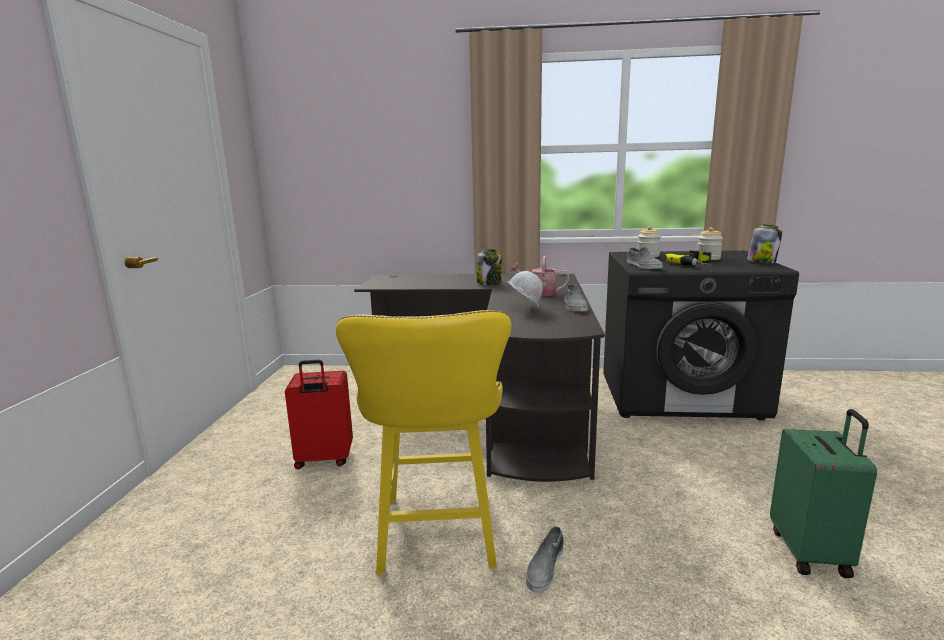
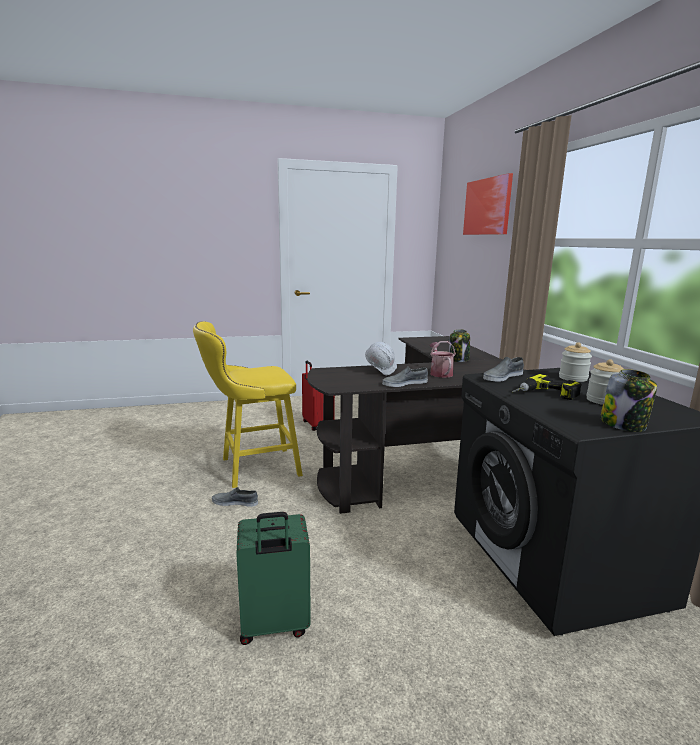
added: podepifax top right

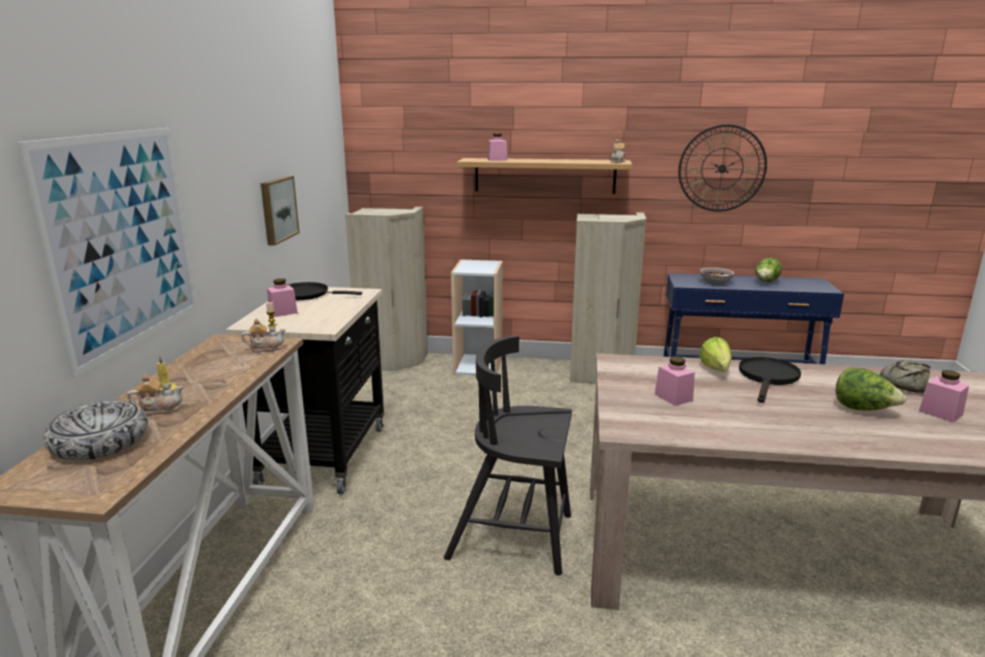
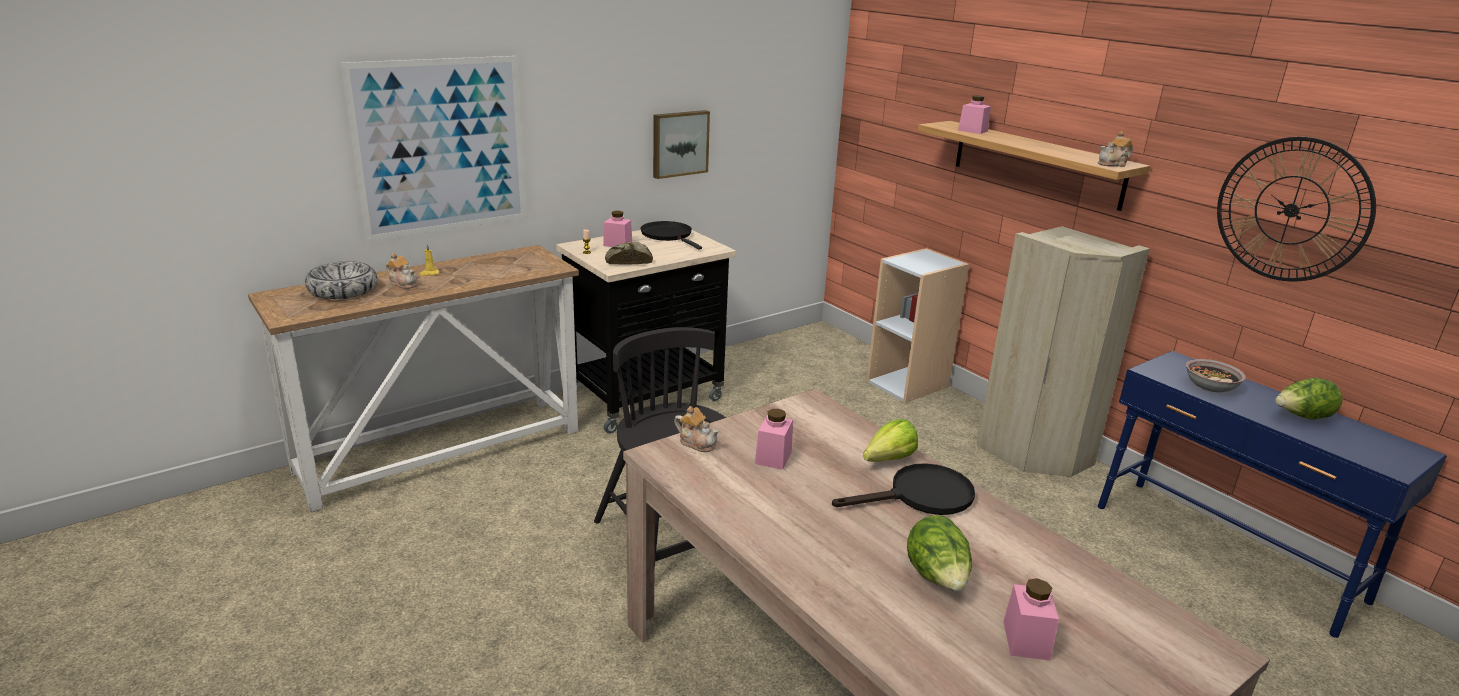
removed: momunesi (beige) (1st from left) centre
moved: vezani (2nd from left) middle left to centre; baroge middle right to centre

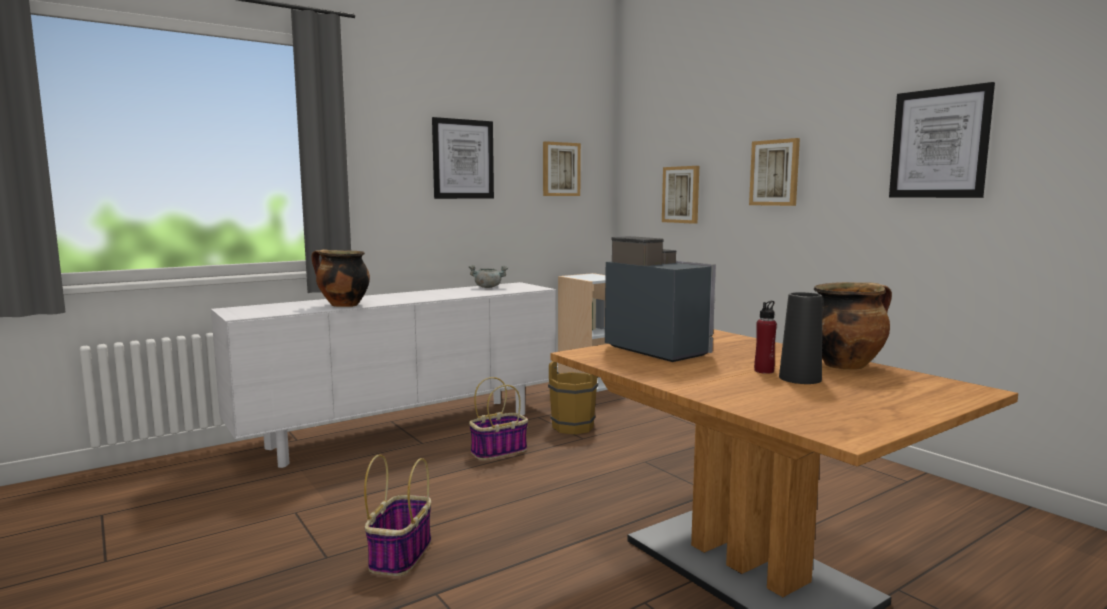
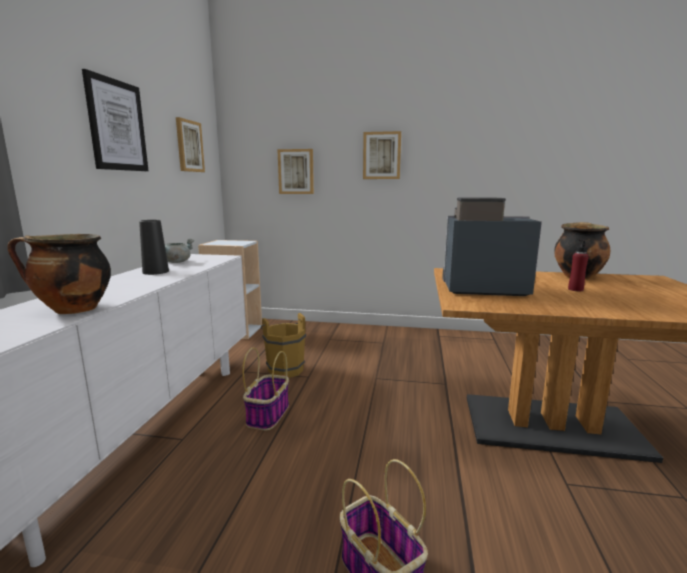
removed: podepifax (5th from left) top right
moved: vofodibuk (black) middle right to middle left

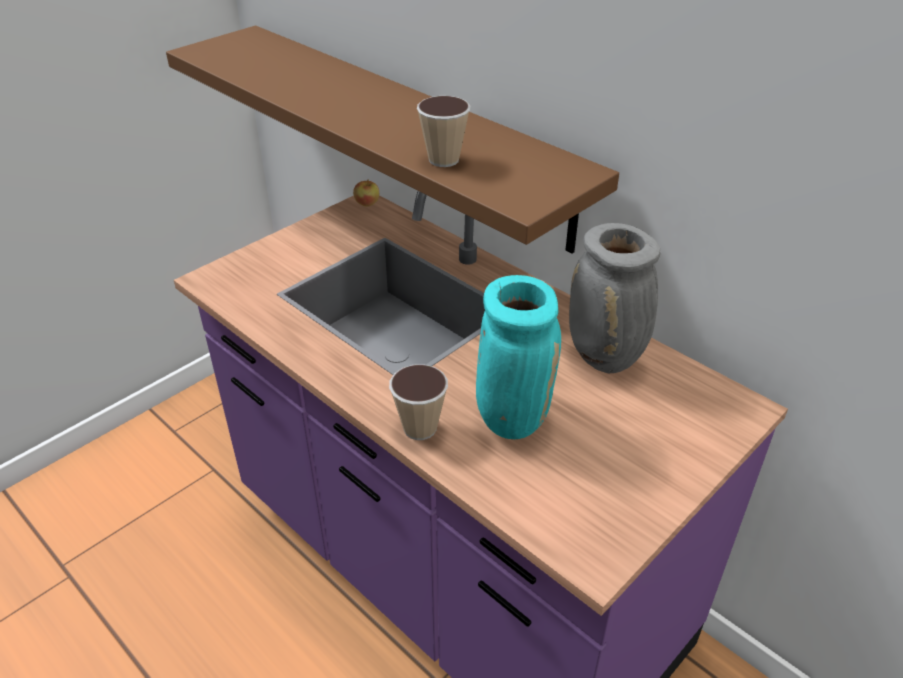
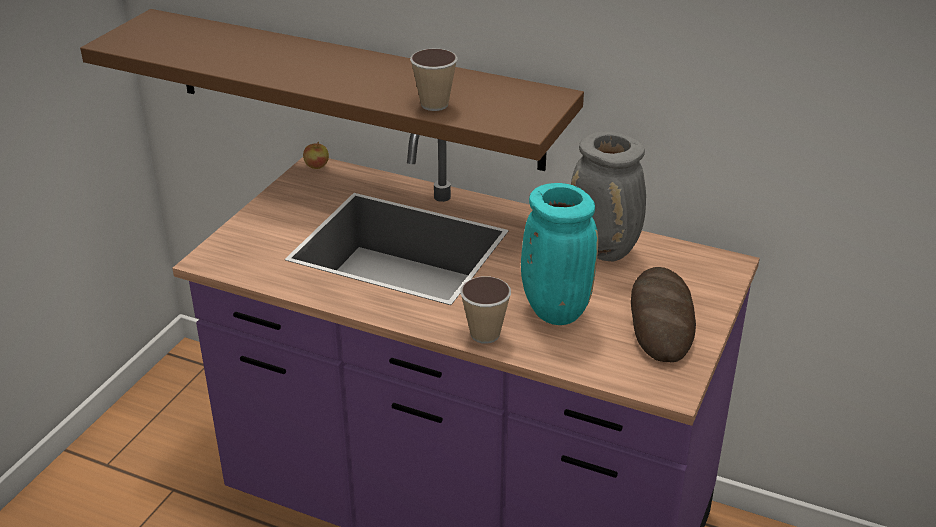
added: baroge middle right

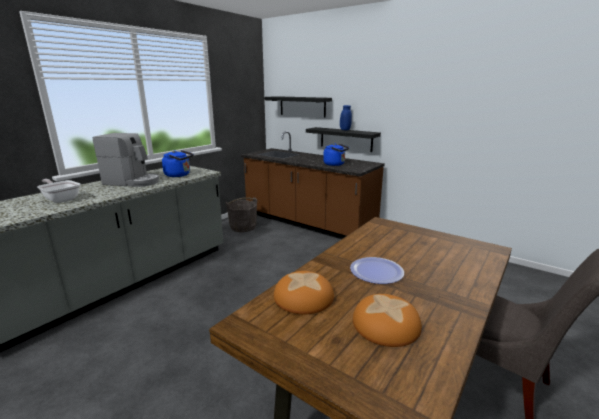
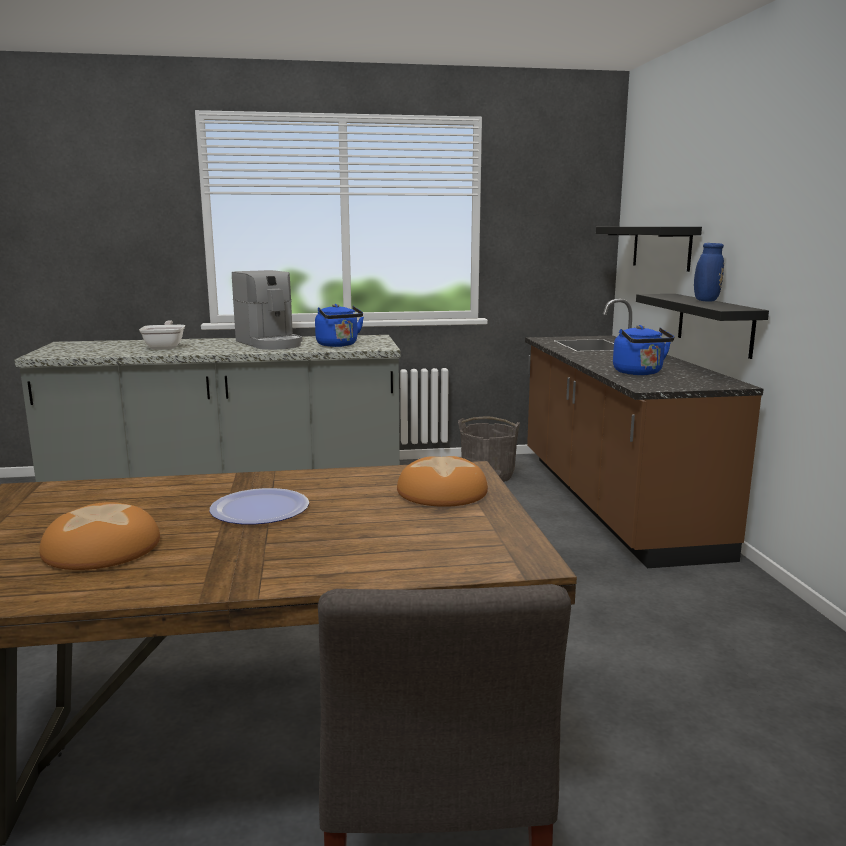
moved: baroge (1st from left in the first image) bottom centre to baroge (2nd from left) centre

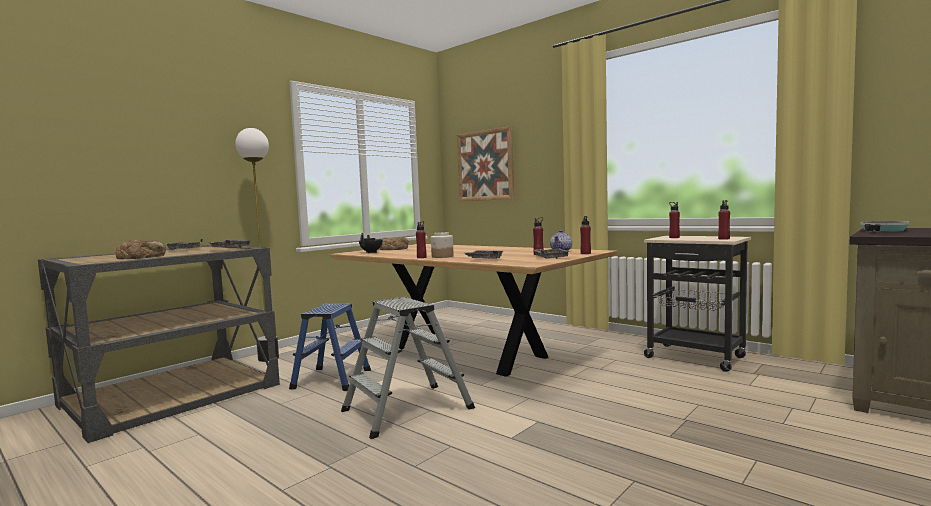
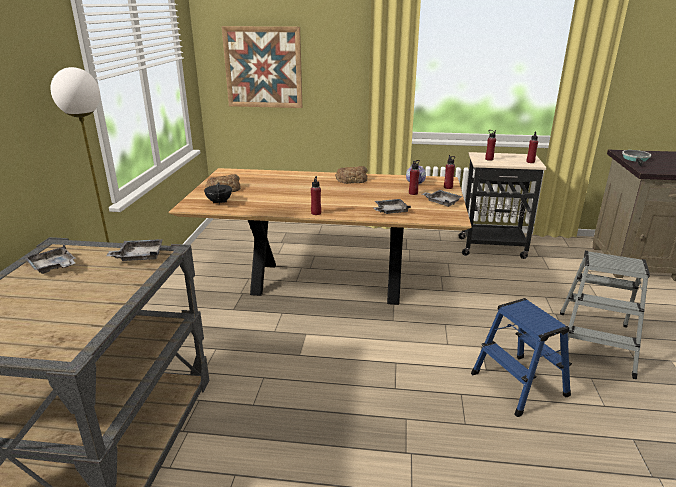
removed: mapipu centre
moved: baroge (1st from left in the first image) middle left to baroge (2nd from left) centre; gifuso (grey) bottom centre to middle right; gifuso (blue) bottom centre to bottom right

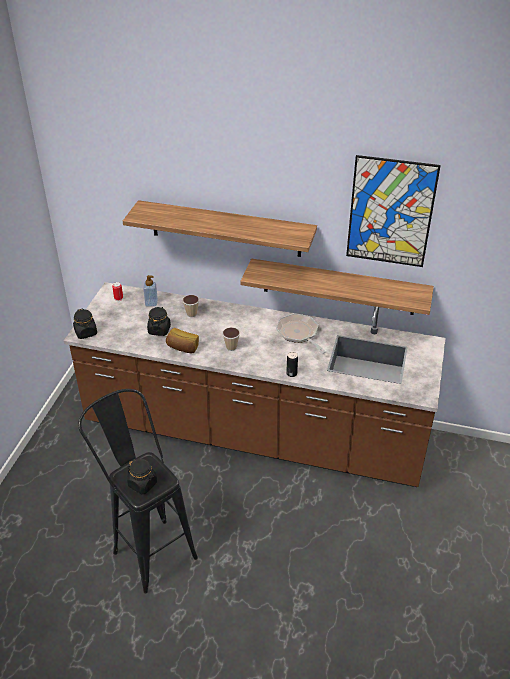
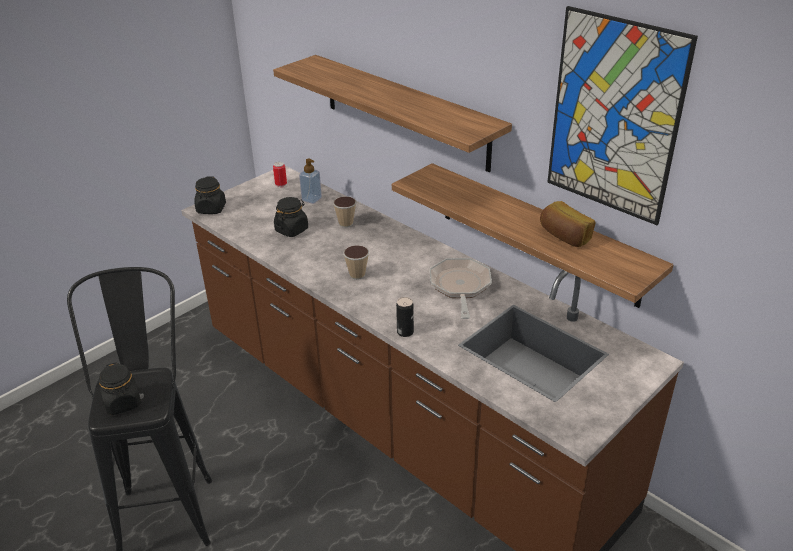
moved: baroge centre to middle right

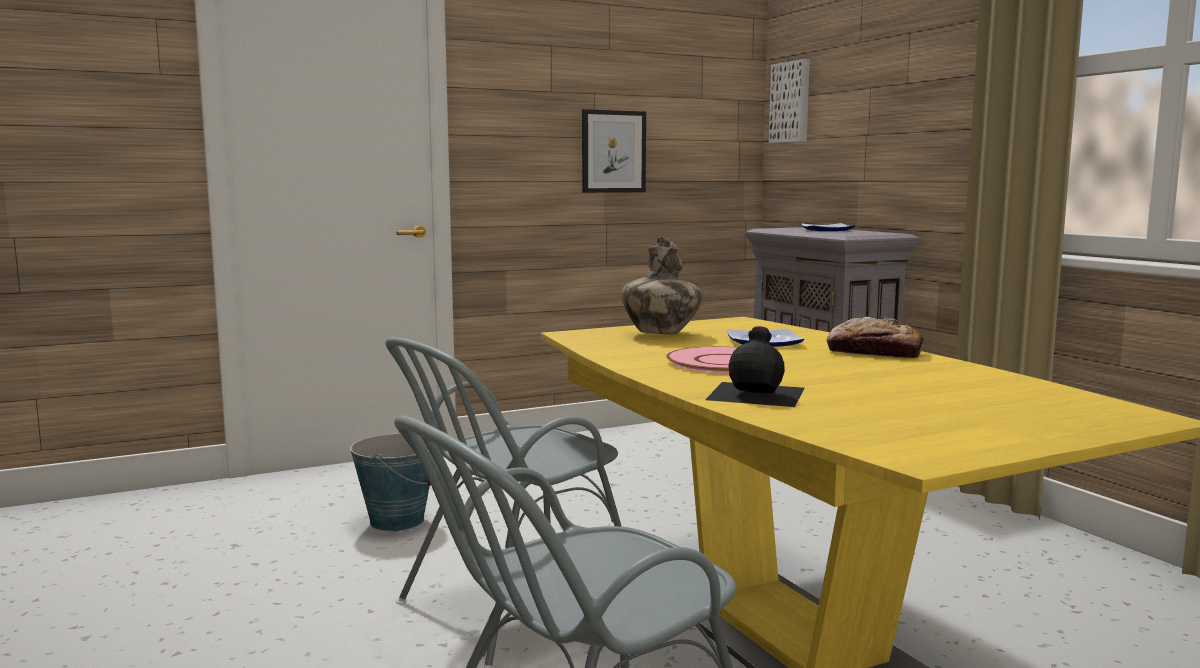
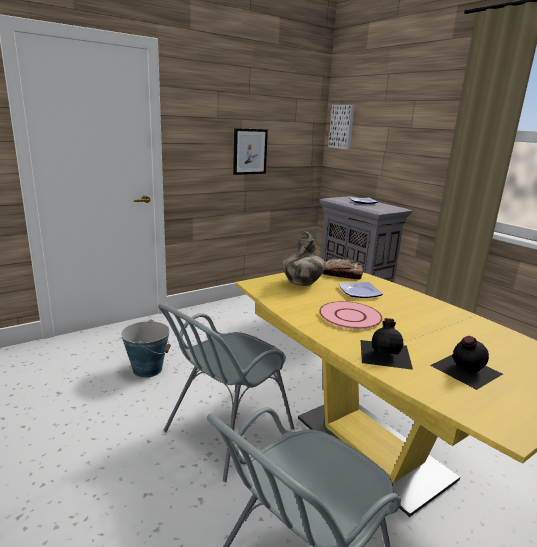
added: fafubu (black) (2nd from left) middle right
moved: baroge middle right to centre

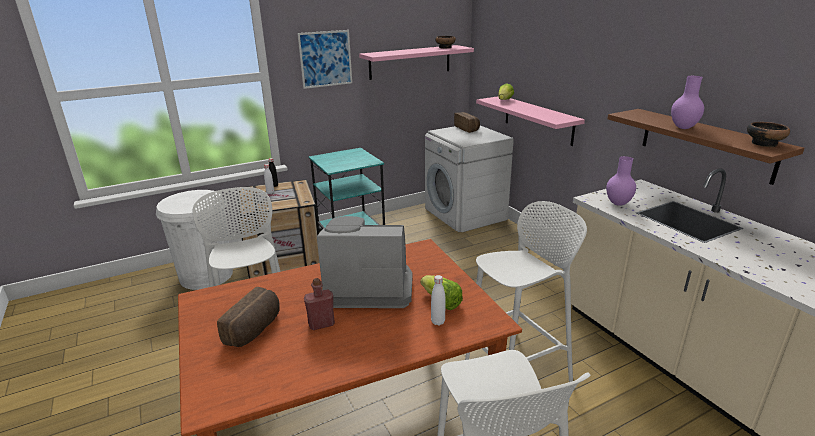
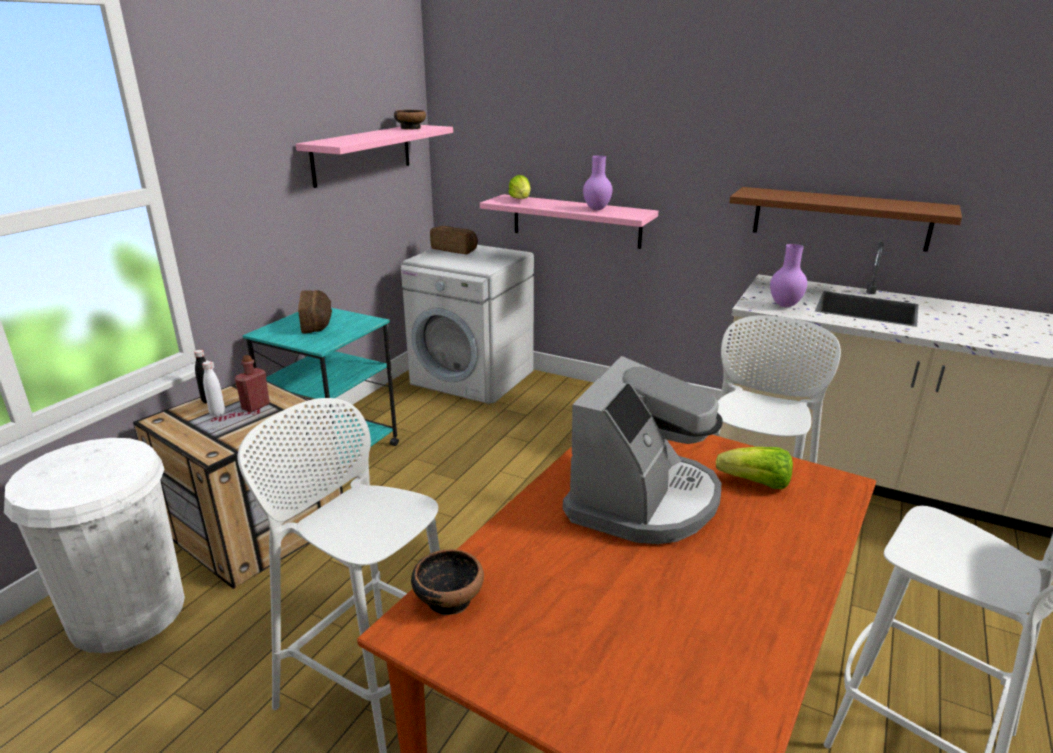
removed: podepifax top centre; fafubu (white) (2nd from left) bottom centre
moved: vofodibuk (purple) (2nd from left in the first image) top right to vofodibuk (purple) (1st from left) top centre; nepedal (2nd from left) top right to bottom centre; fafubu (red) bottom centre to middle left; baroge (1st from left) bottom left to middle left
turned: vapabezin centre = centre 150 degrees clockwise

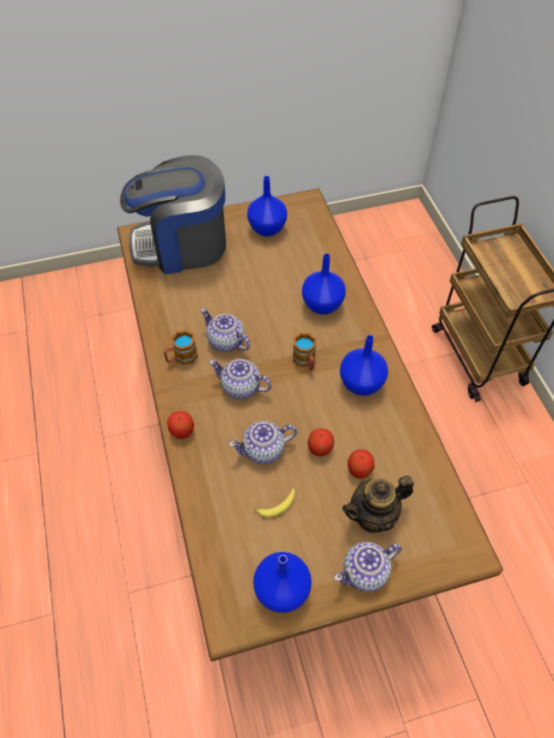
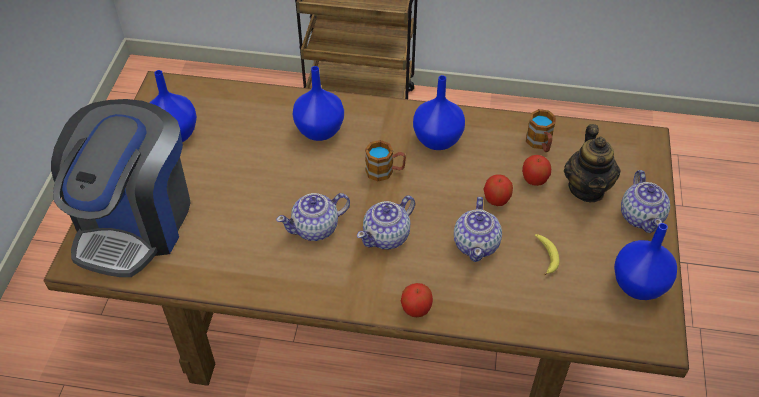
moved: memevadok (1st from left in the first image) middle left to memevadok (2nd from left) top right

